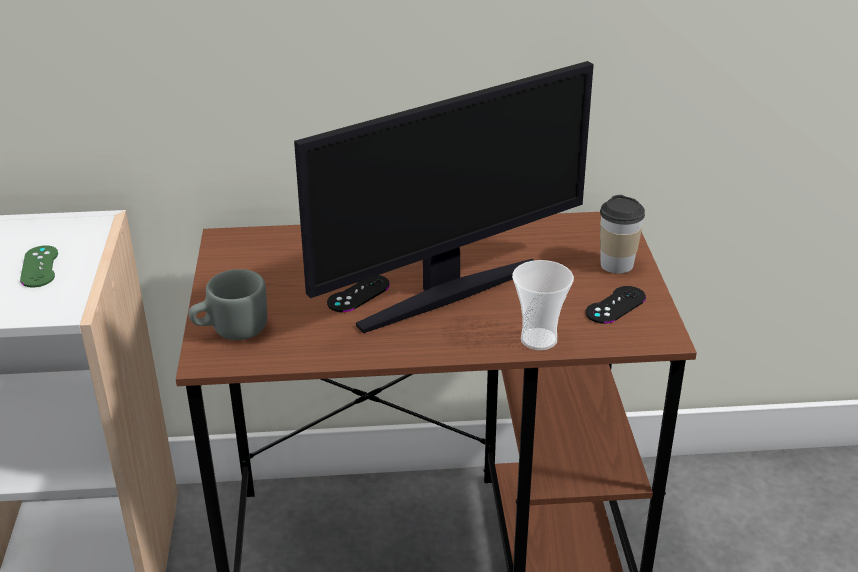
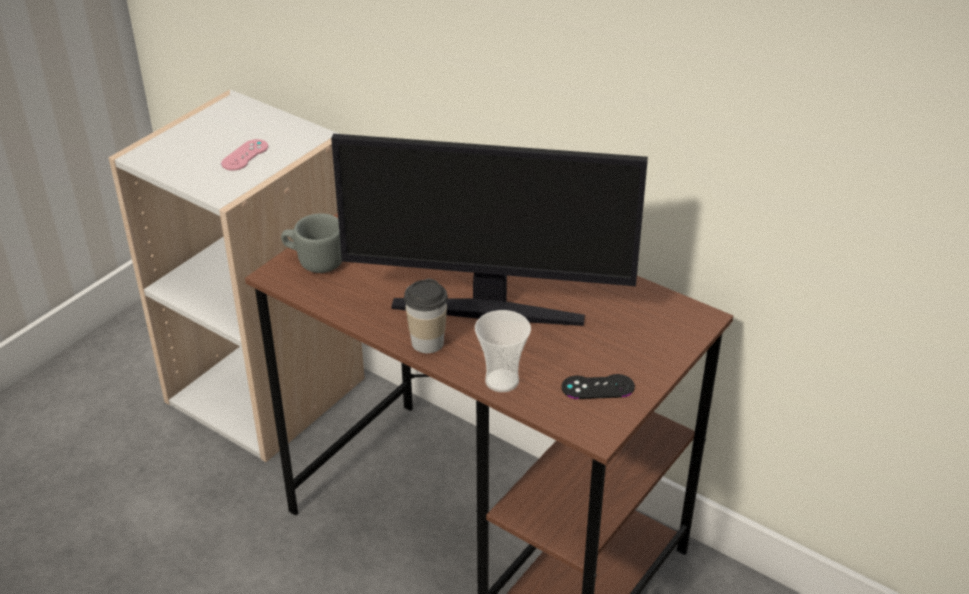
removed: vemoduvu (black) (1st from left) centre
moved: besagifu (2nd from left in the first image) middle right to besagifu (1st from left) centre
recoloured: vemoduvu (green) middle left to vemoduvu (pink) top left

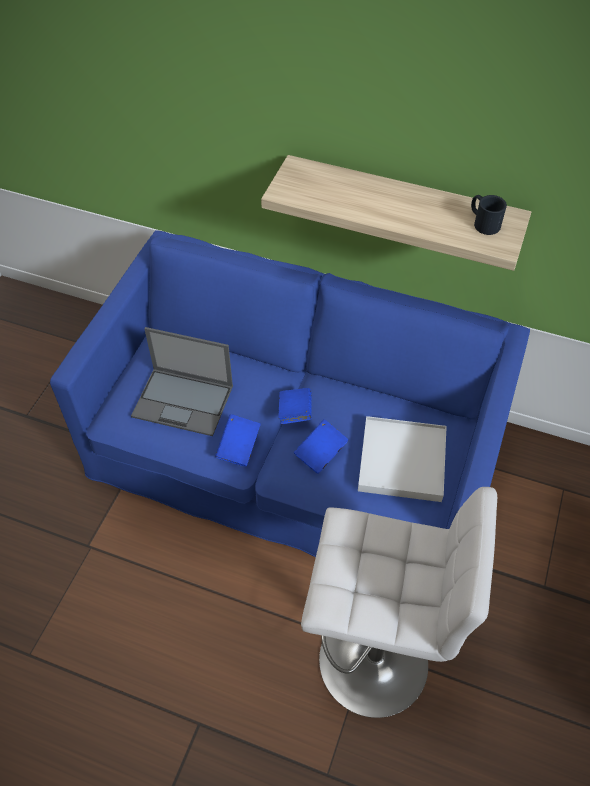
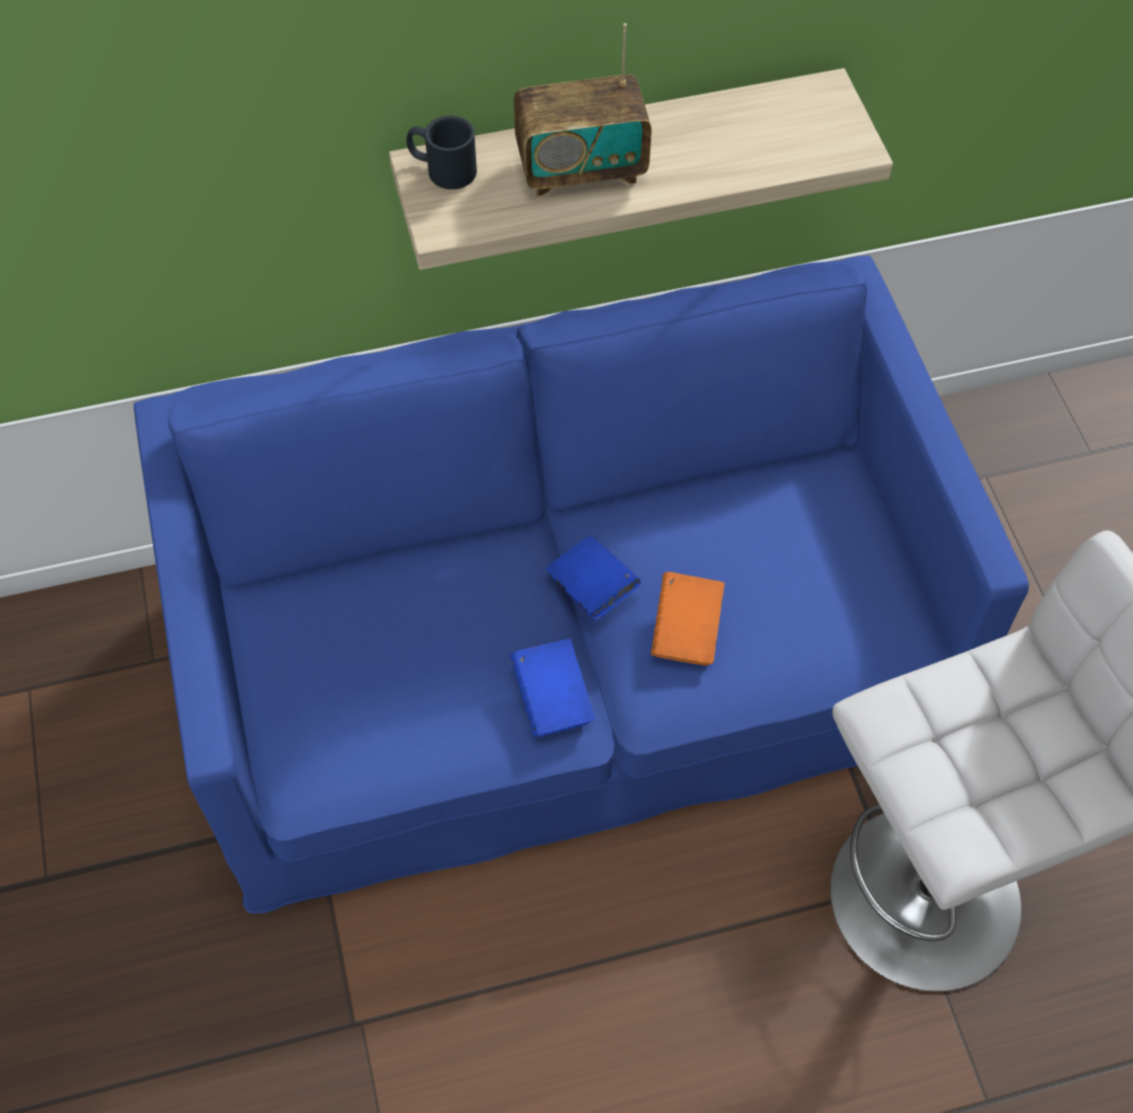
removed: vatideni middle left; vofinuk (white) middle right
added: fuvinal top centre
moved: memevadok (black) top right to top centre
recoloured: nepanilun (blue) (3rd from left) centre to nepanilun (orange) centre

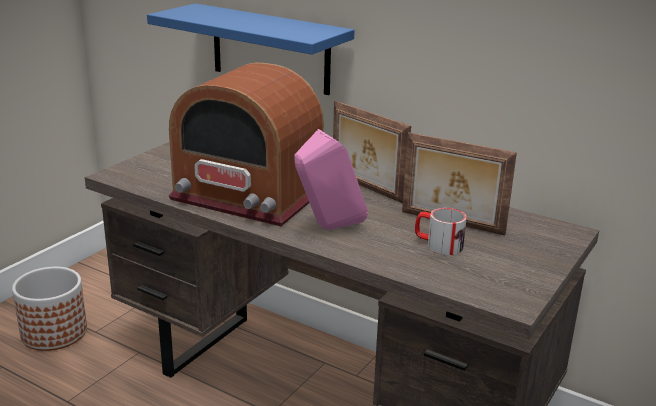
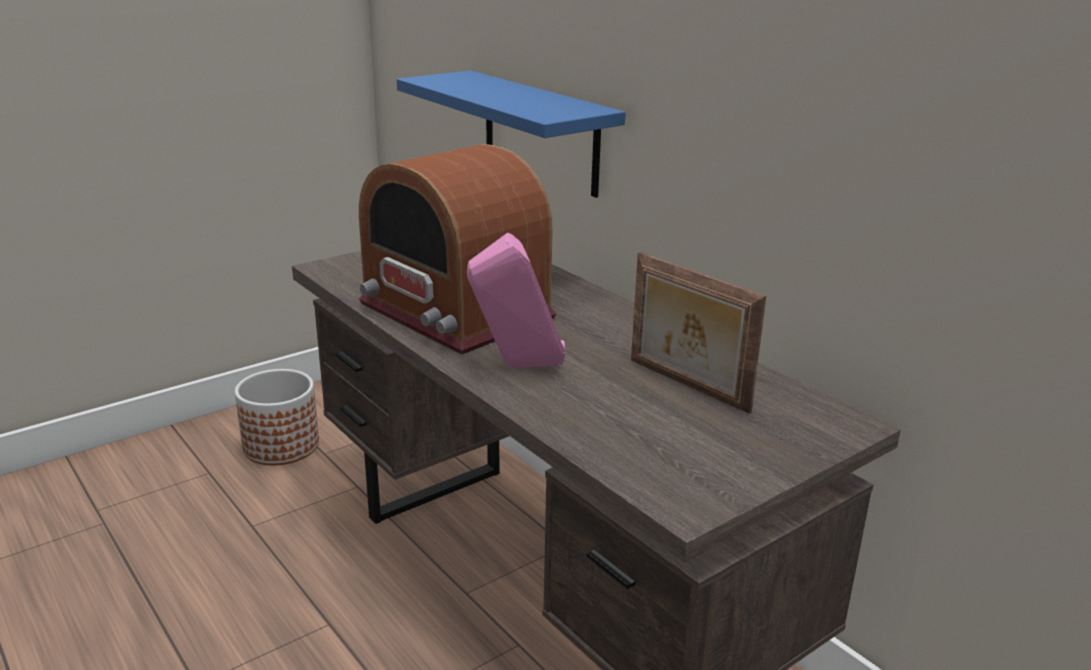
removed: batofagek (1st from left) centre; memevadok middle right

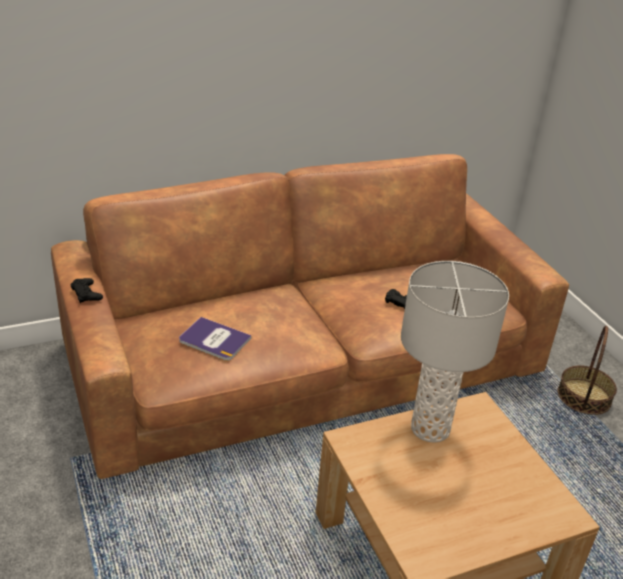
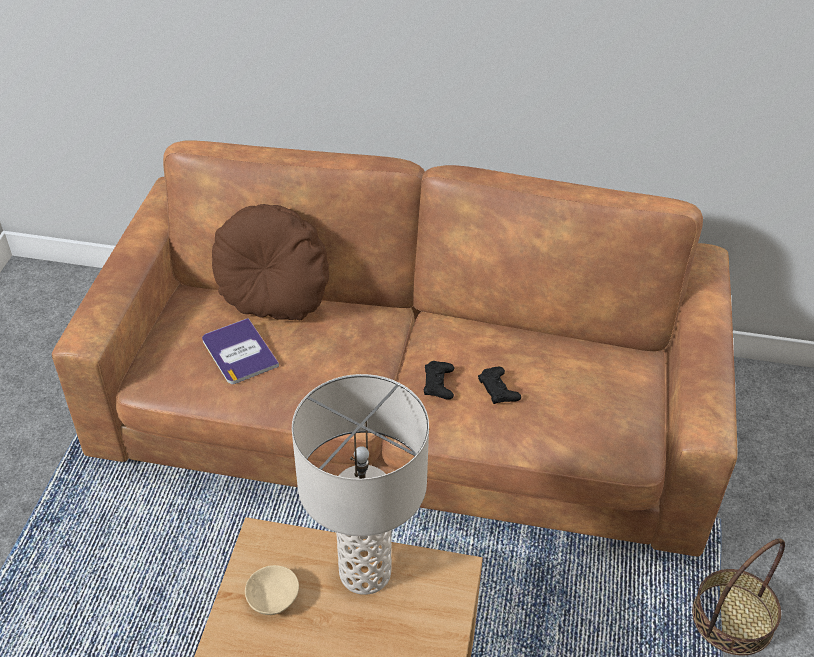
added: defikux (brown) middle left; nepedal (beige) bottom centre
moved: vemoduvu (black) (1st from left) middle left to centre

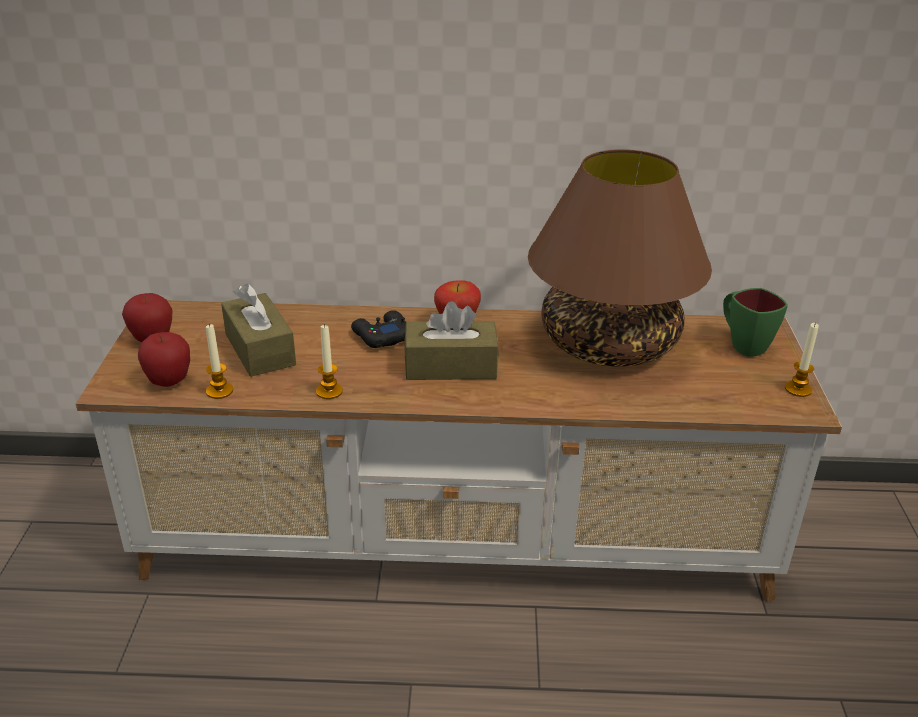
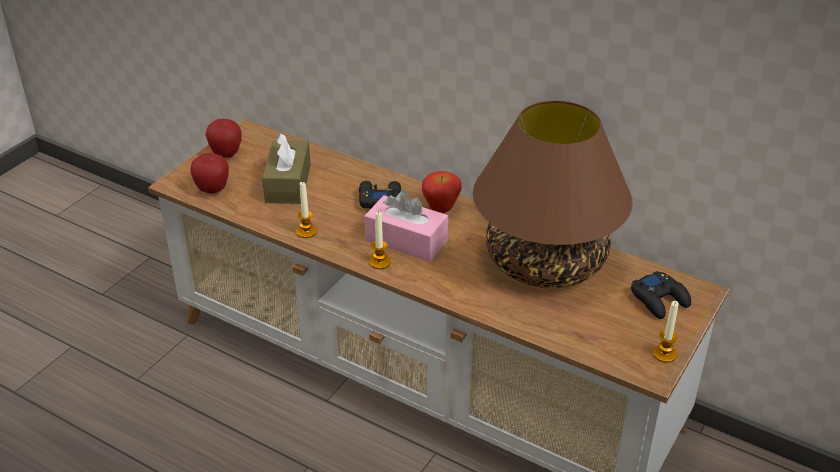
moved: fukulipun (1st from left in the first image) middle left to fukulipun (2nd from left) centre
replaced: memevadok (green) middle right to vemoduvu (black) (2nd from left) middle right
recoloured: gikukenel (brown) (2nd from left) centre to gikukenel (pink) centre

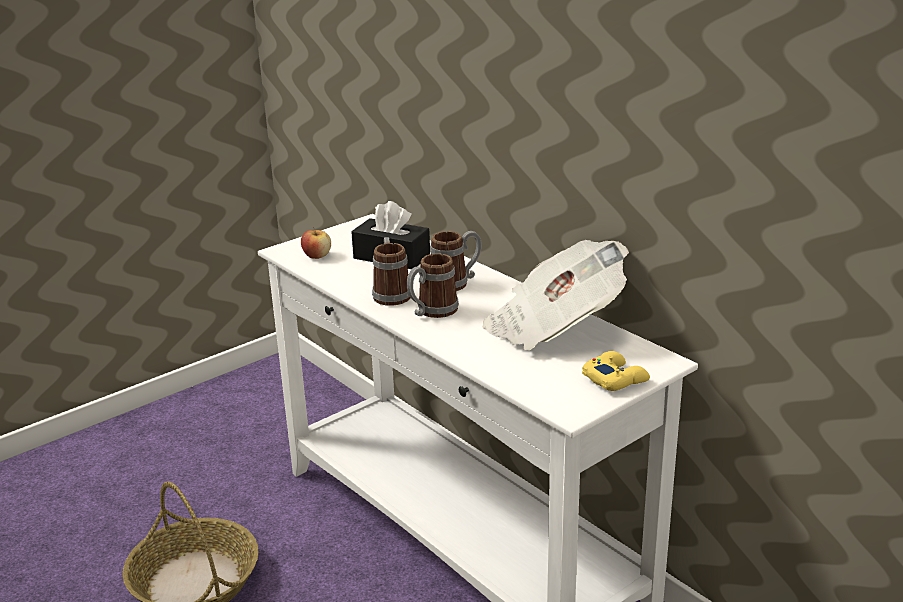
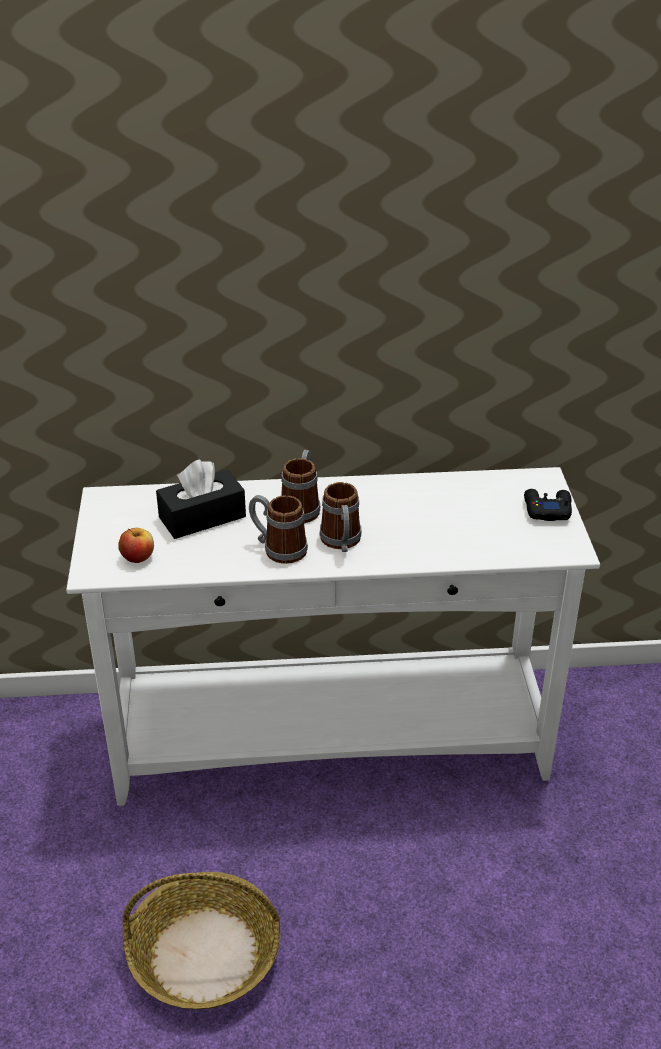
removed: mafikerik centre
recoloured: vemoduvu (yellow) middle right to vemoduvu (black) middle right

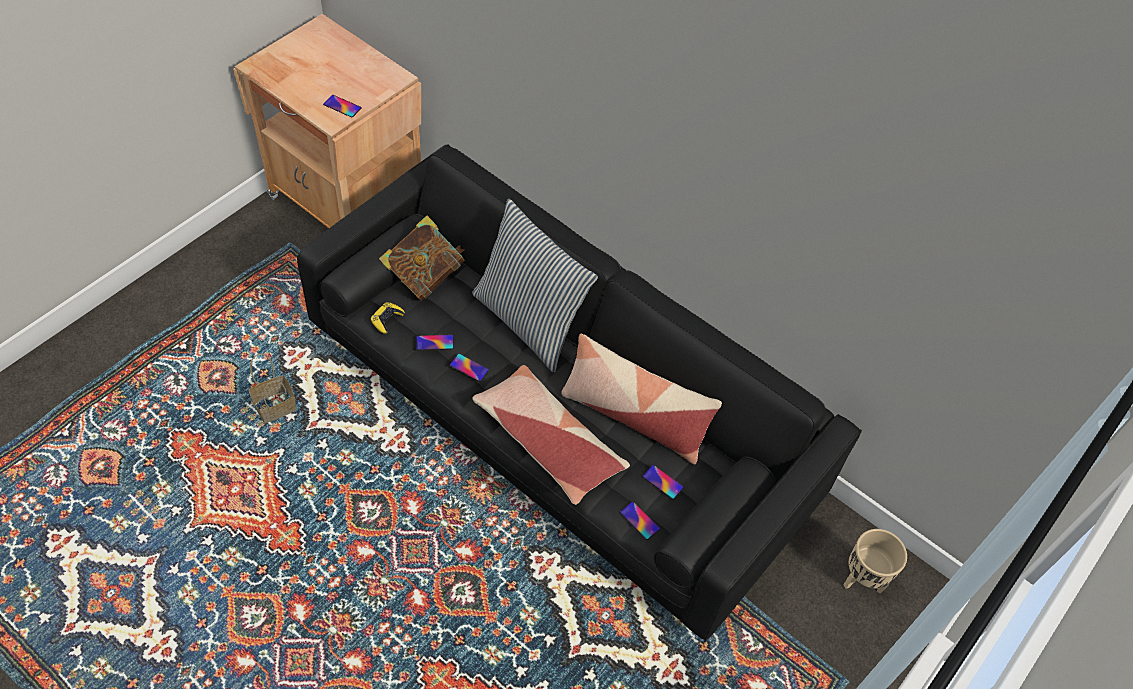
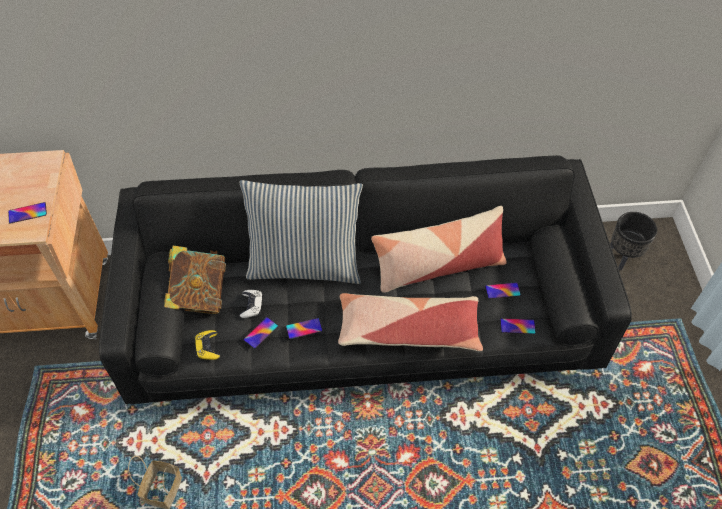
added: vemoduvu (white) centre
recoloured: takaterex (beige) bottom right to takaterex (black) middle right

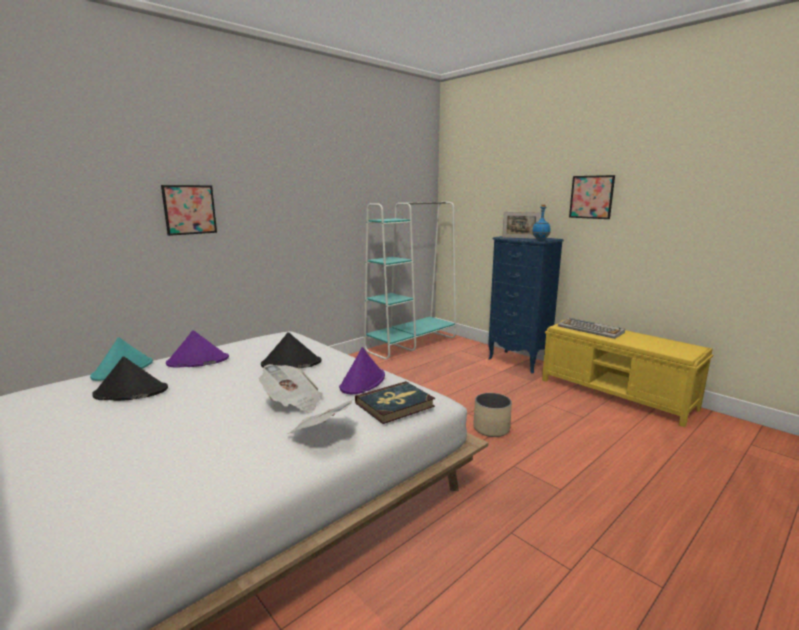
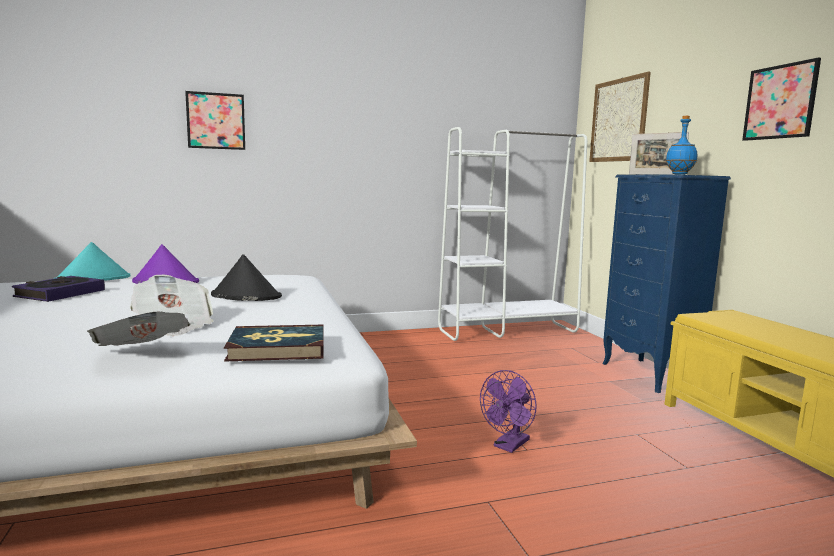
removed: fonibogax middle right; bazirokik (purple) (2nd from left) centre
added: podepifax (2nd from left) top right
replaced: bazirokik (black) (1st from left) middle left to nepanilun (1st from left) middle left; takaterex (beige) centre to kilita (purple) bottom centre
recoloured: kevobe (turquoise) centre to kevobe (white) centre

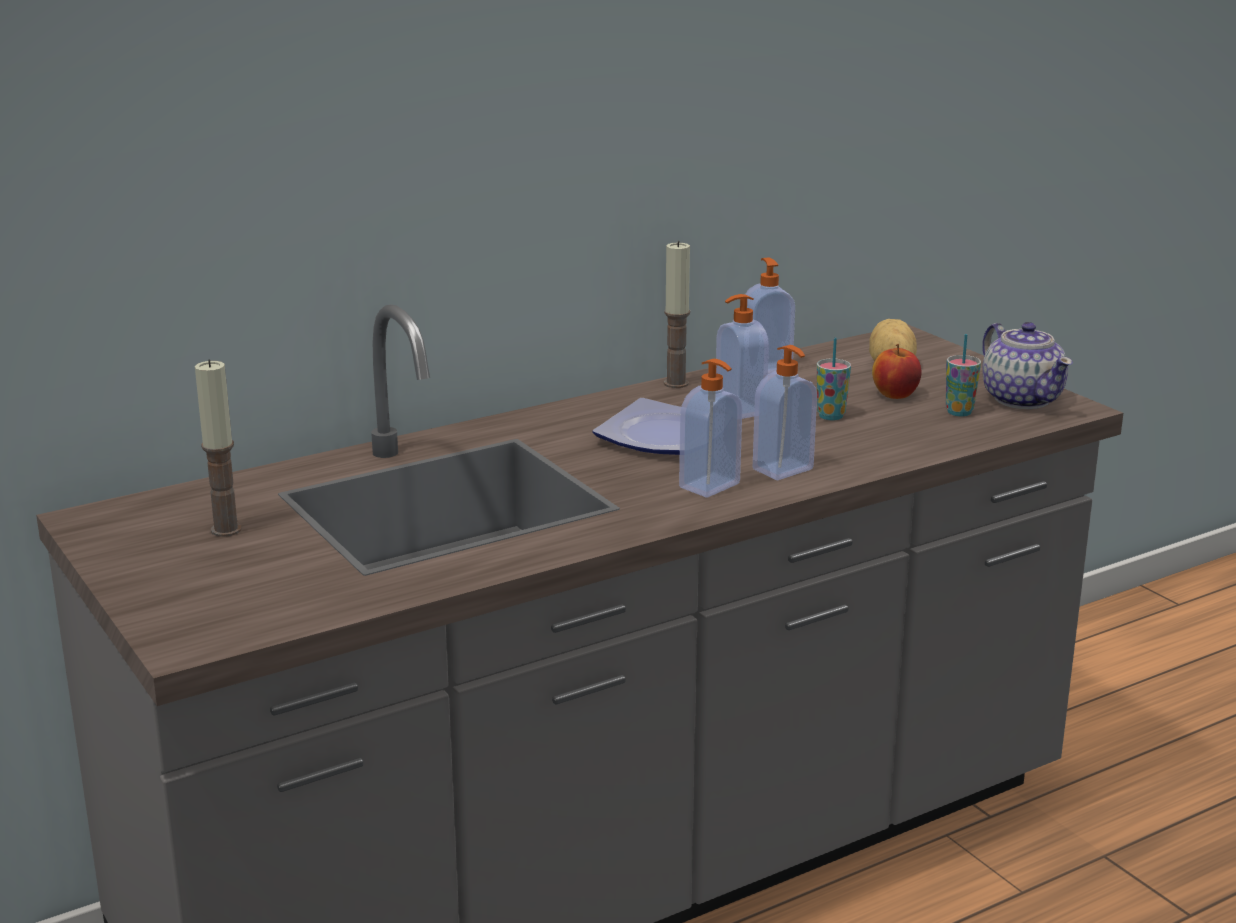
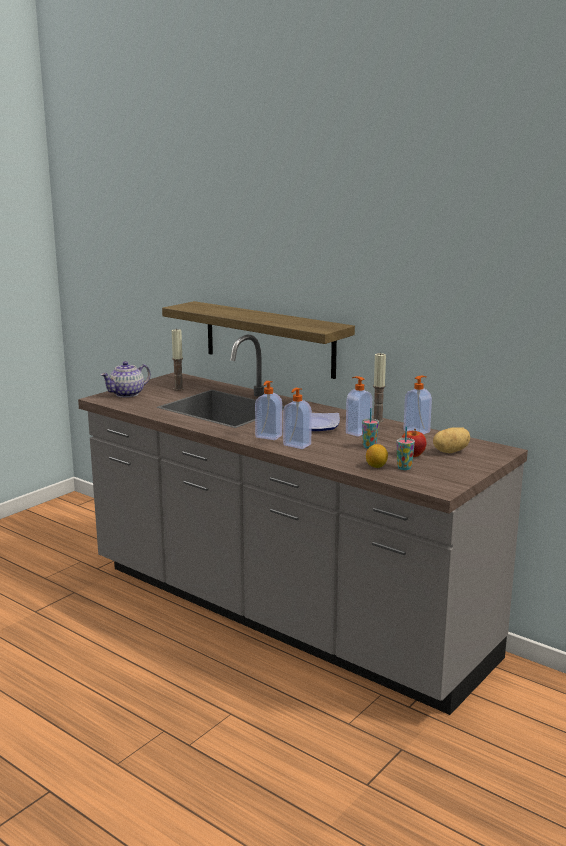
added: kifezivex centre; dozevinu centre
moved: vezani middle right to middle left

